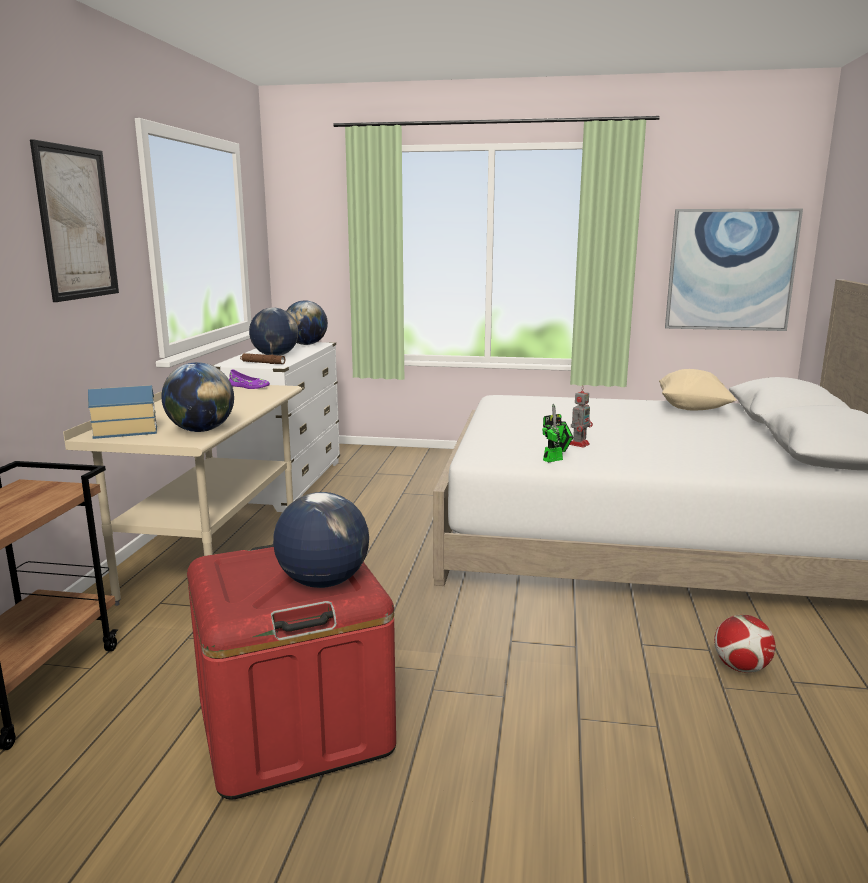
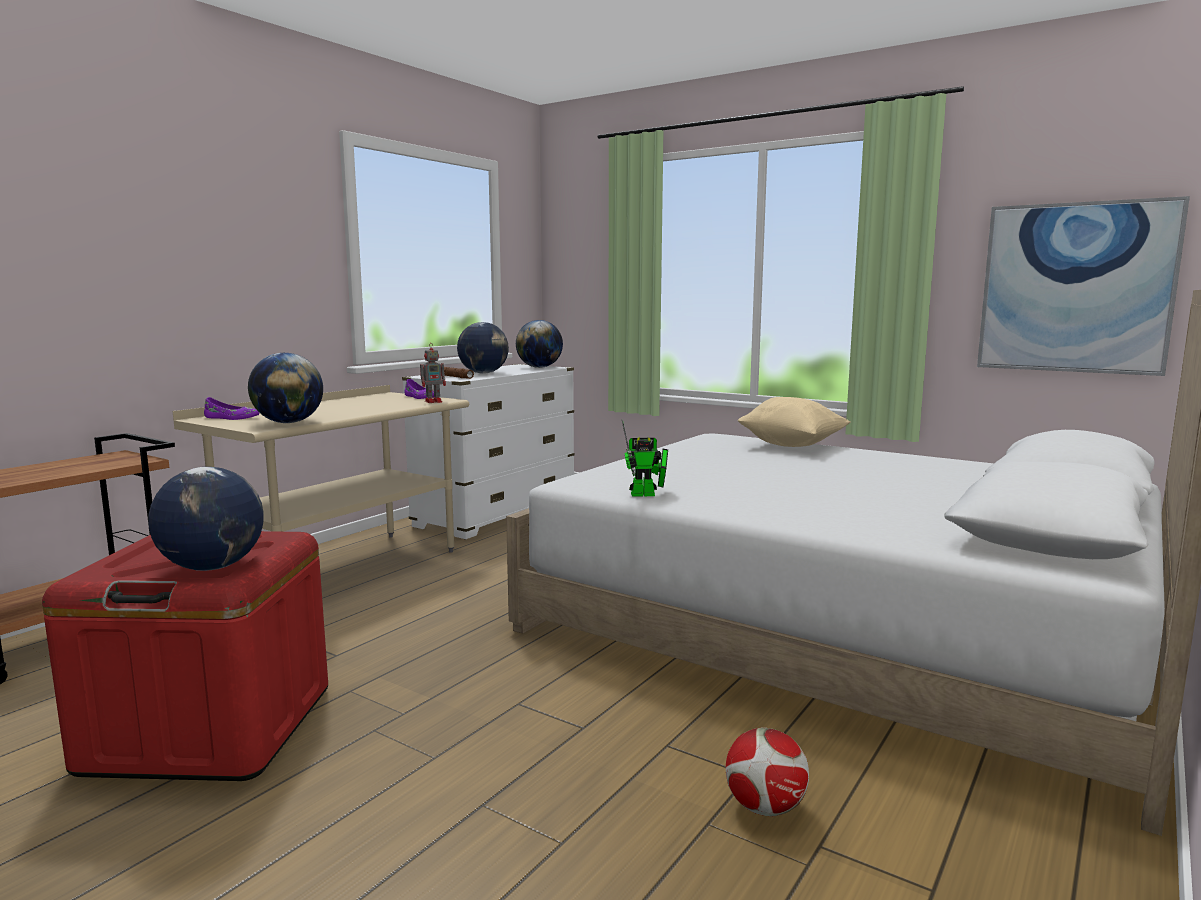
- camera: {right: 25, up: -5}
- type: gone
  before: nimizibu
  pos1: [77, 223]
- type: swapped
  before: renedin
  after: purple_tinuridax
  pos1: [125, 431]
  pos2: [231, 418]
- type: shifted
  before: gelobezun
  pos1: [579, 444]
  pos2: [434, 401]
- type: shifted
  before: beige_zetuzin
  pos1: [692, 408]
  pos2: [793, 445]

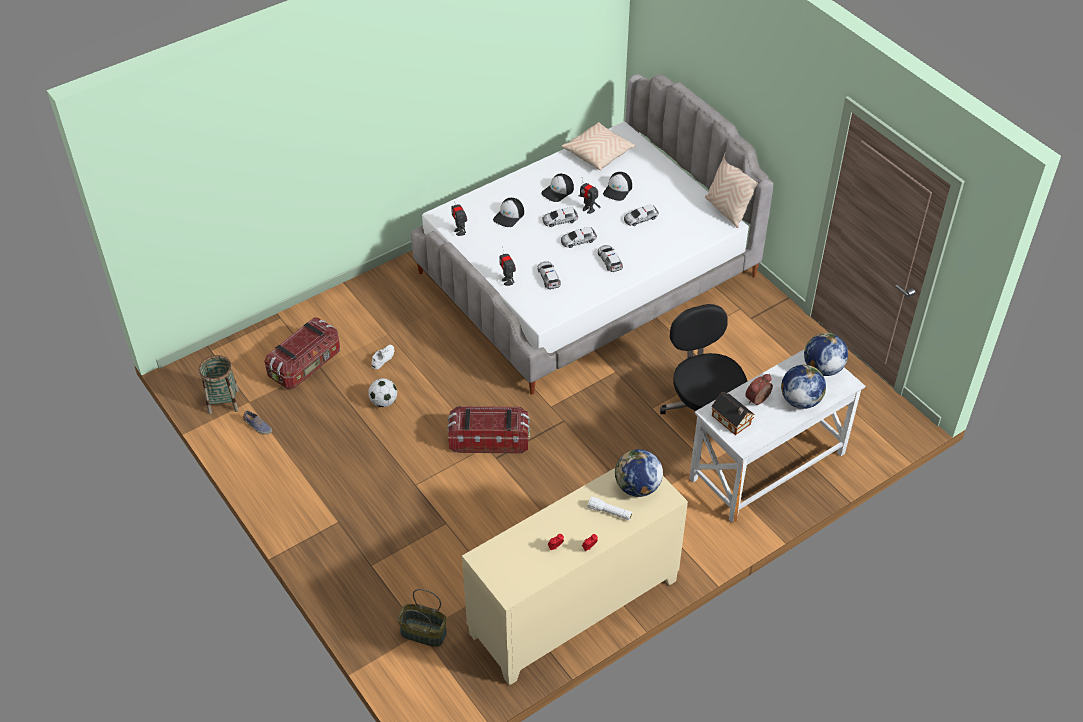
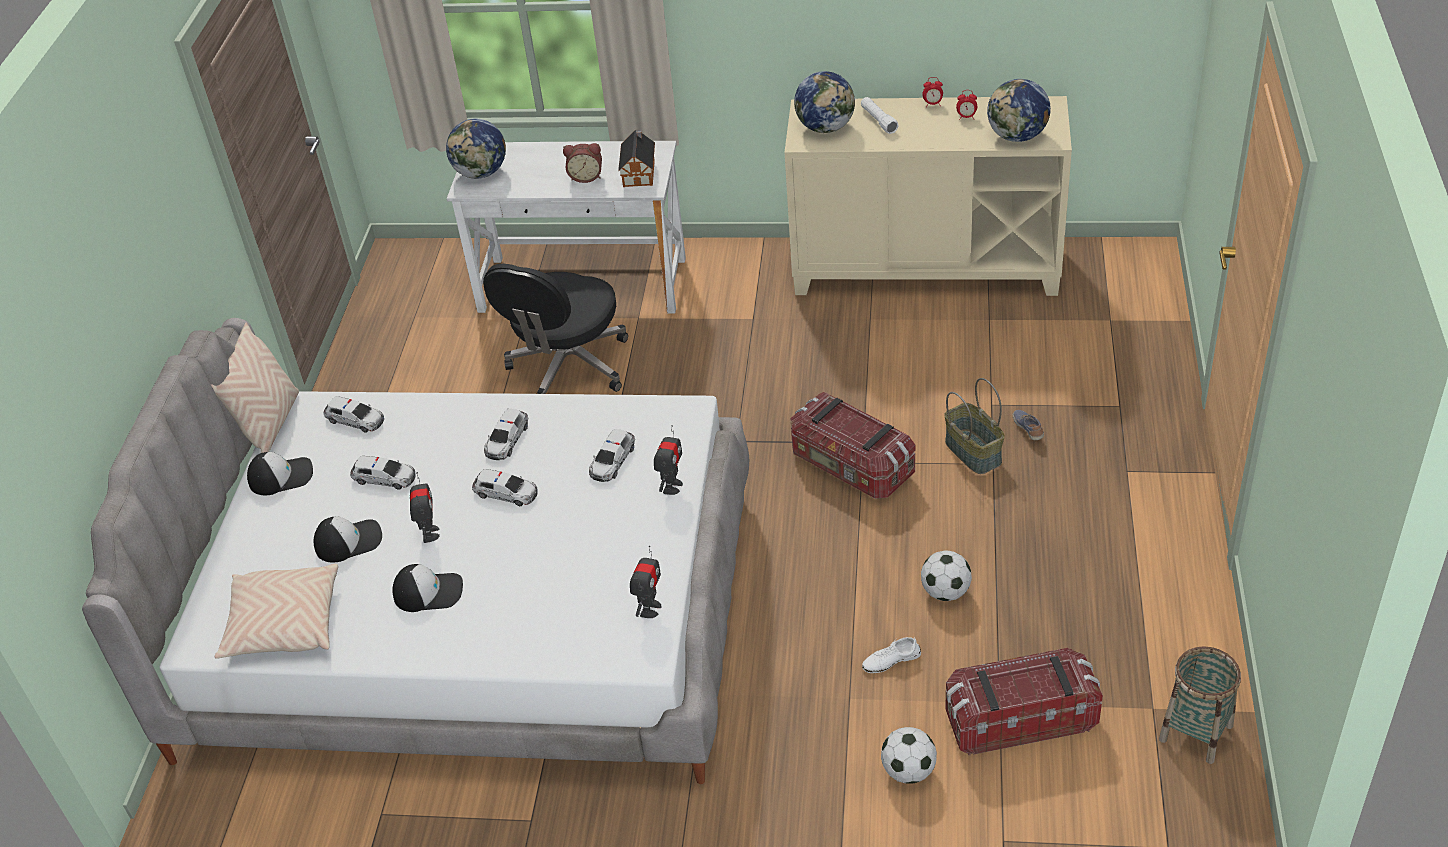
- camera: {right: -135, up: -5}
- type: shifted
  before: tinuridax
  pos1: [257, 426]
  pos2: [1028, 429]
- type: shifted
  before: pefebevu
  pos1: [422, 633]
  pos2: [974, 452]
- type: shifted
  before: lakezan
  pos1: [509, 216]
  pos2: [281, 476]
- type: shifted
  before: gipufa
  pos1: [560, 220]
  pos2: [356, 419]
- type: shifted
  before: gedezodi
  pos1: [800, 400]
  pos2: [1017, 136]
- type: new
  after: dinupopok
  pos2: [908, 771]

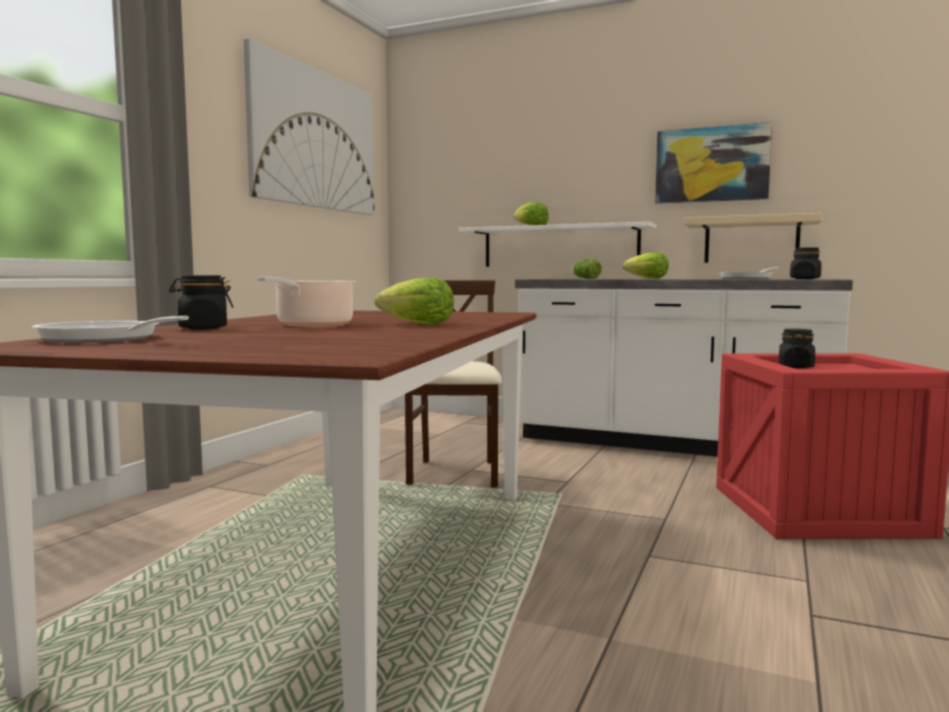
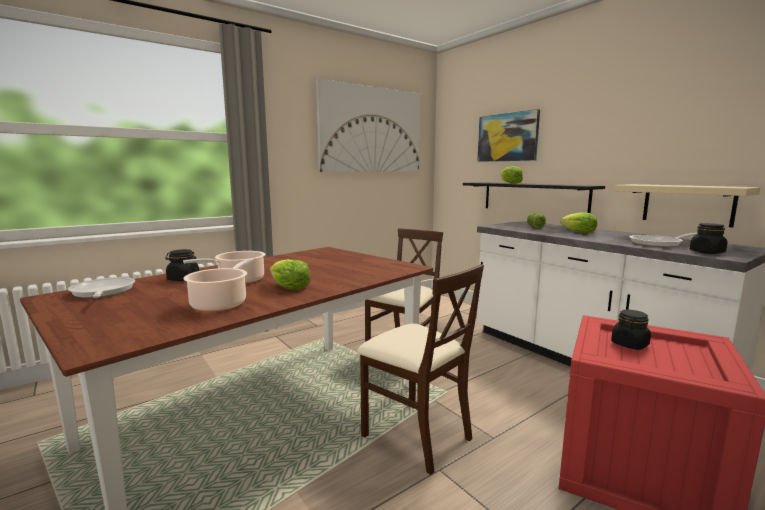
- camera: {right: 30, up: 5}
- type: repainted
  before: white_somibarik
  after: black_somibarik
  pos1: [560, 246]
  pos2: [533, 198]
- type: shifted
  before: nimizibu
  pos1: [711, 164]
  pos2: [507, 137]
- type: new
  after: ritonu
  pos2: [221, 304]
- type: new
  after: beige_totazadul
  pos2: [416, 435]

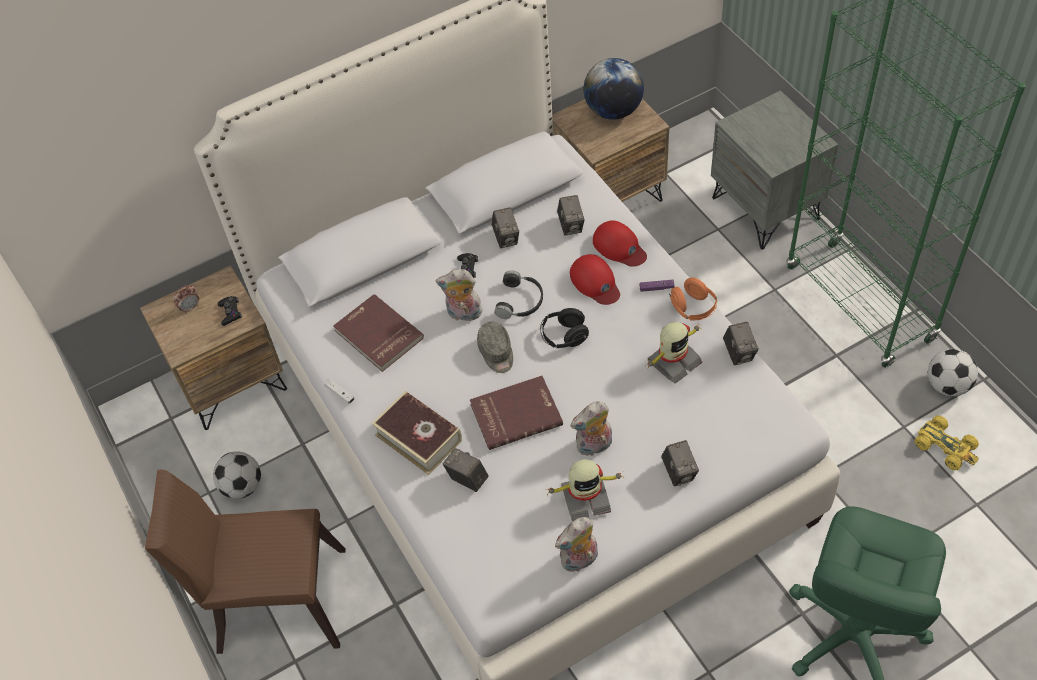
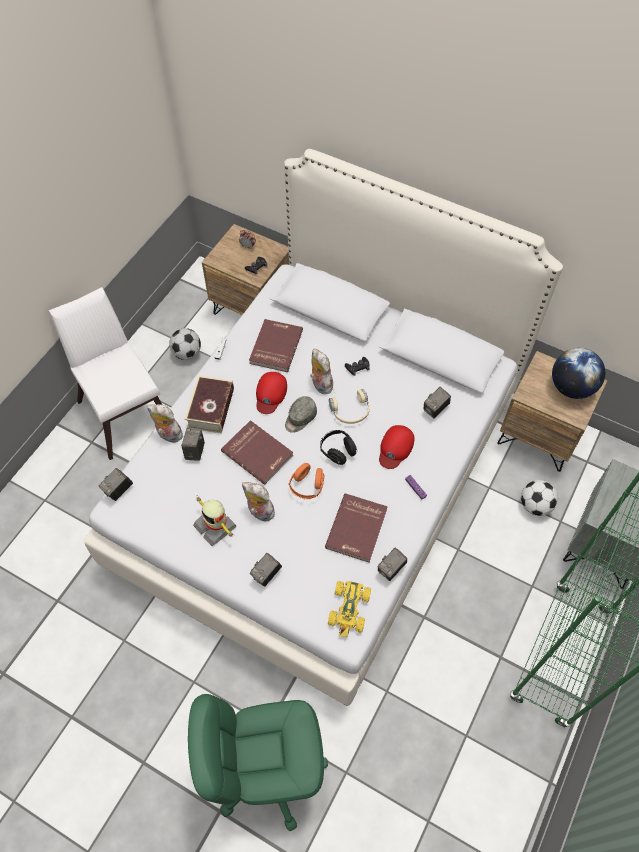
- camera: {right: 55, up: 5}
- type: repainted
  before: brown_totazadul
  after: white_totazadul
  pos1: [272, 598]
  pos2: [124, 408]
- type: shifted
  before: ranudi
  pos1: [506, 238]
  pos2: [118, 490]
- type: repainted
  before: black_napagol
  after: beige_napagol
  pos1: [521, 301]
  pos2: [351, 411]
- type: shifted
  before: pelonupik
  pos1: [579, 561]
  pos2: [168, 435]
- type: shifted
  before: red_lakezan
  pos1: [619, 247]
  pos2: [270, 394]
- type: swapped
  before: gelobezun
  after: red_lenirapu
  pos1: [673, 361]
  pos2: [357, 529]
- type: shifted
  before: orange_napagol
  pos1: [693, 308]
  pos2: [307, 486]
- type: shifted
  before: yellow_gipufa
  pos1: [946, 447]
  pos2: [349, 609]
- type: shifted
  before: dinupopok
  pos1: [947, 385]
  pos2: [535, 505]

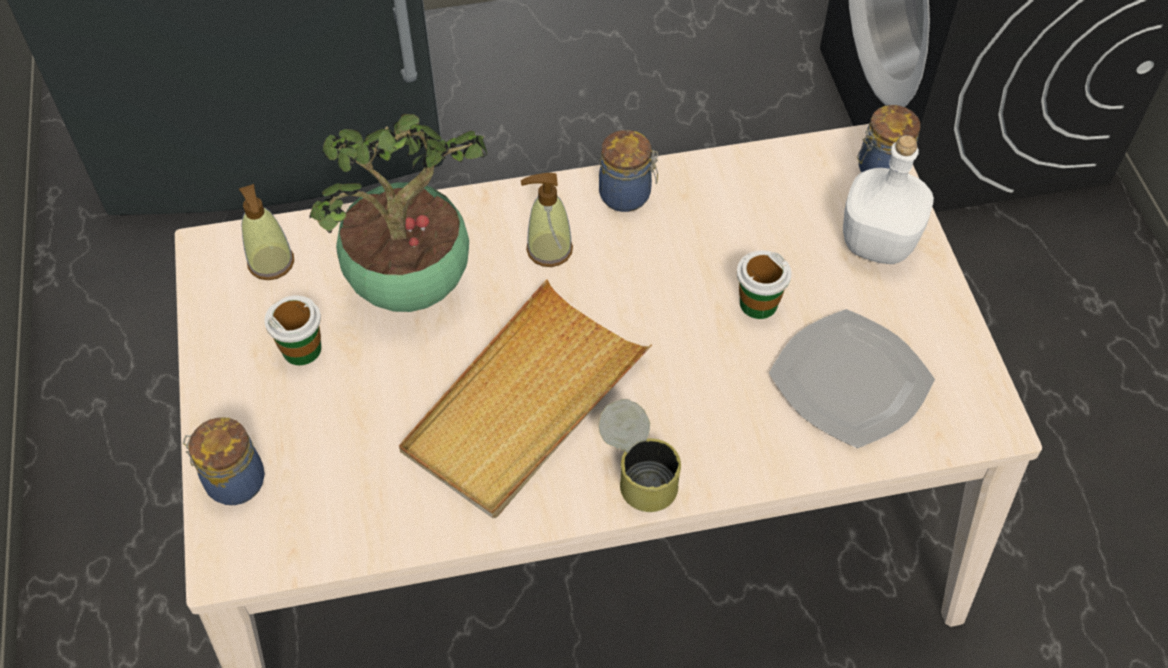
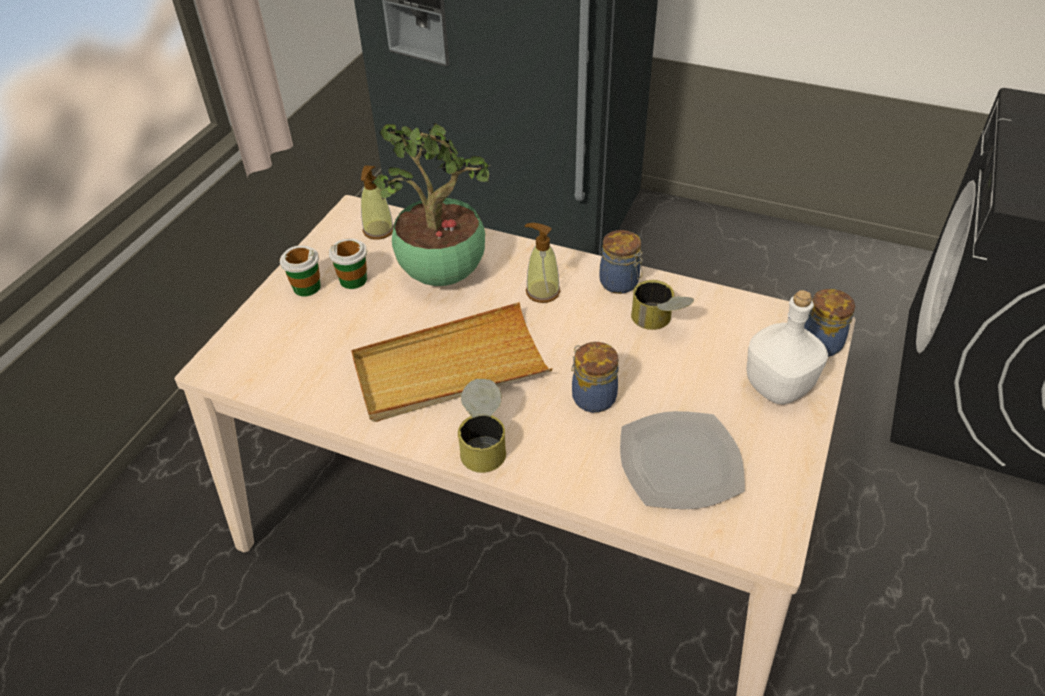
- camera: {right: 35, up: -10}
- type: shifted
  before: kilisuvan
  pos1: [233, 481]
  pos2: [592, 397]
- type: shifted
  before: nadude
  pos1: [758, 303]
  pos2: [306, 287]
- type: new
  after: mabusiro
  pos2: [659, 323]

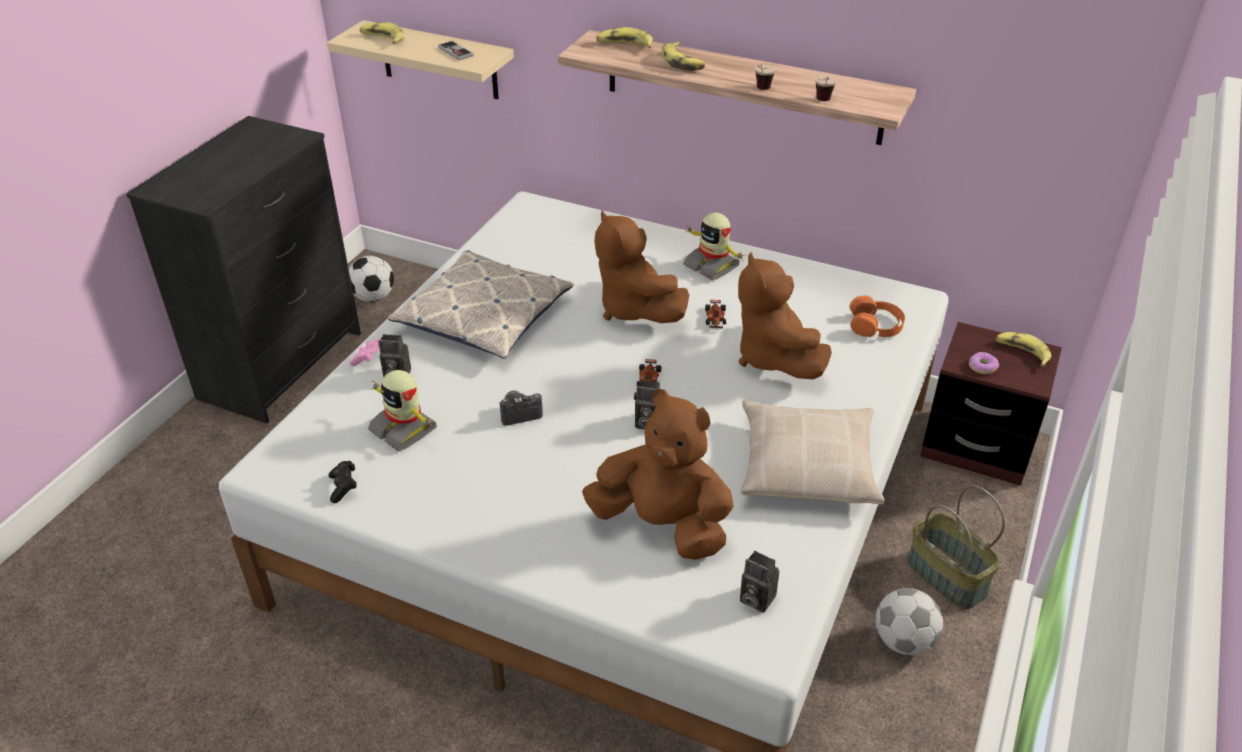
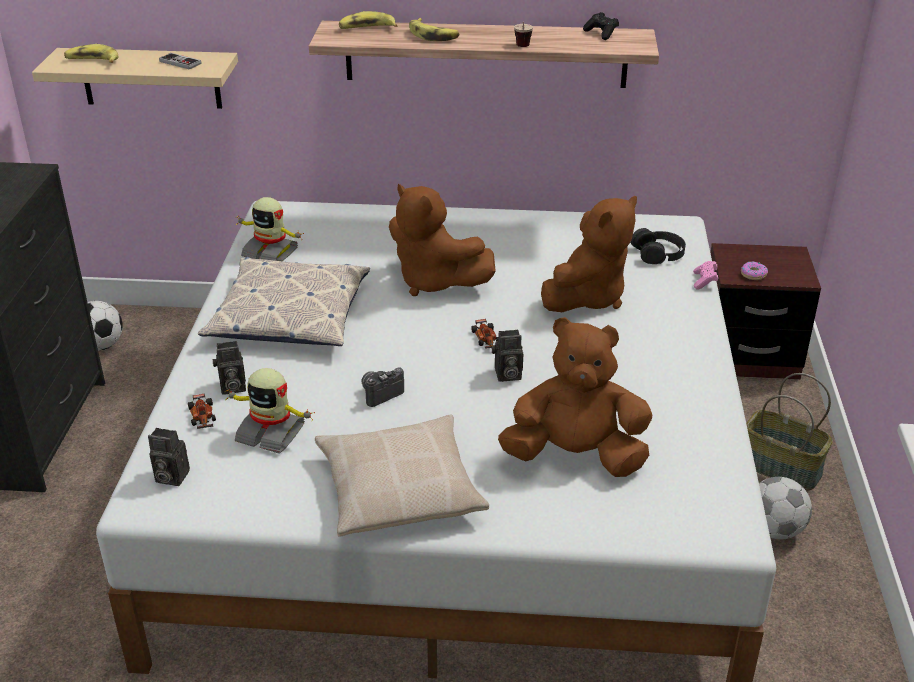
- camera: {right: -20, up: -5}
- type: shifted
  before: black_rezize
  pos1: [343, 487]
  pos2: [601, 33]
- type: shifted
  before: pink_rezize
  pos1: [369, 358]
  pos2: [704, 281]
- type: shifted
  before: gelobezun
  pos1: [712, 265]
  pos2: [270, 252]
- type: shifted
  before: gipufa
  pos1: [714, 319]
  pos2: [202, 417]
- type: rotated
  before: brown_pelonupik
  pos1: [773, 358]
  pos2: [587, 297]
  turn: -105
- type: shifted
  before: ranudi
  pos1: [754, 599]
  pos2: [169, 477]
- type: shifted
  before: beige_zetuzin
  pos1: [807, 465]
  pos2: [399, 489]
- type: gone
  before: nadude
  pos1: [823, 102]
- type: repainted
  before: orange_napagol
  after: black_napagol
  pos1: [875, 325]
  pos2: [658, 253]
- type: gone
  before: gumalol
  pos1: [1022, 352]

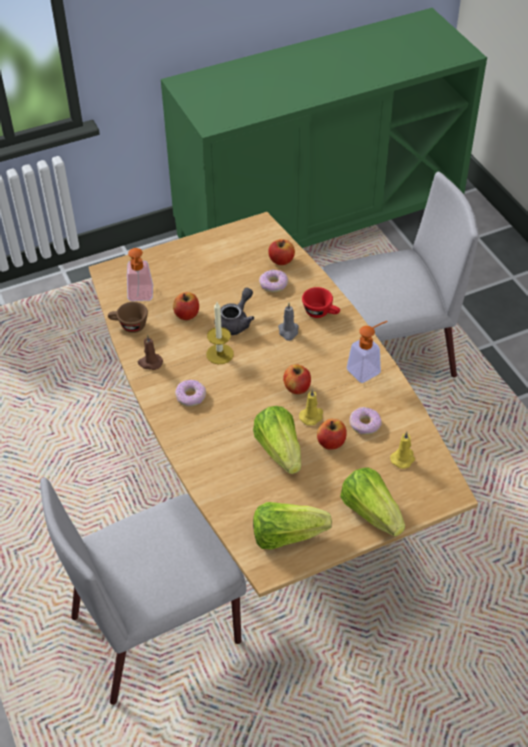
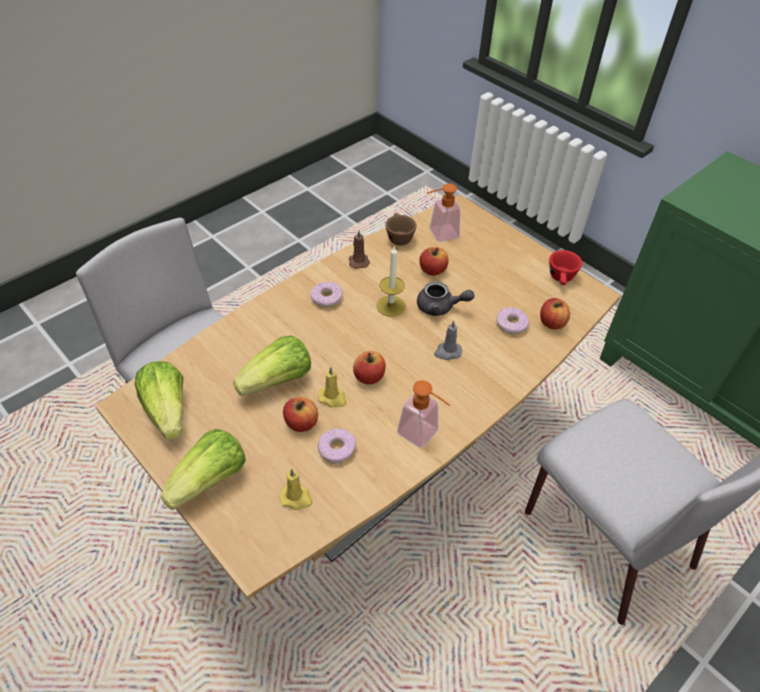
- camera: {right: 70, up: 0}
- type: shifted
  before: red_nadude
  pos1: [321, 313]
  pos2: [561, 279]

